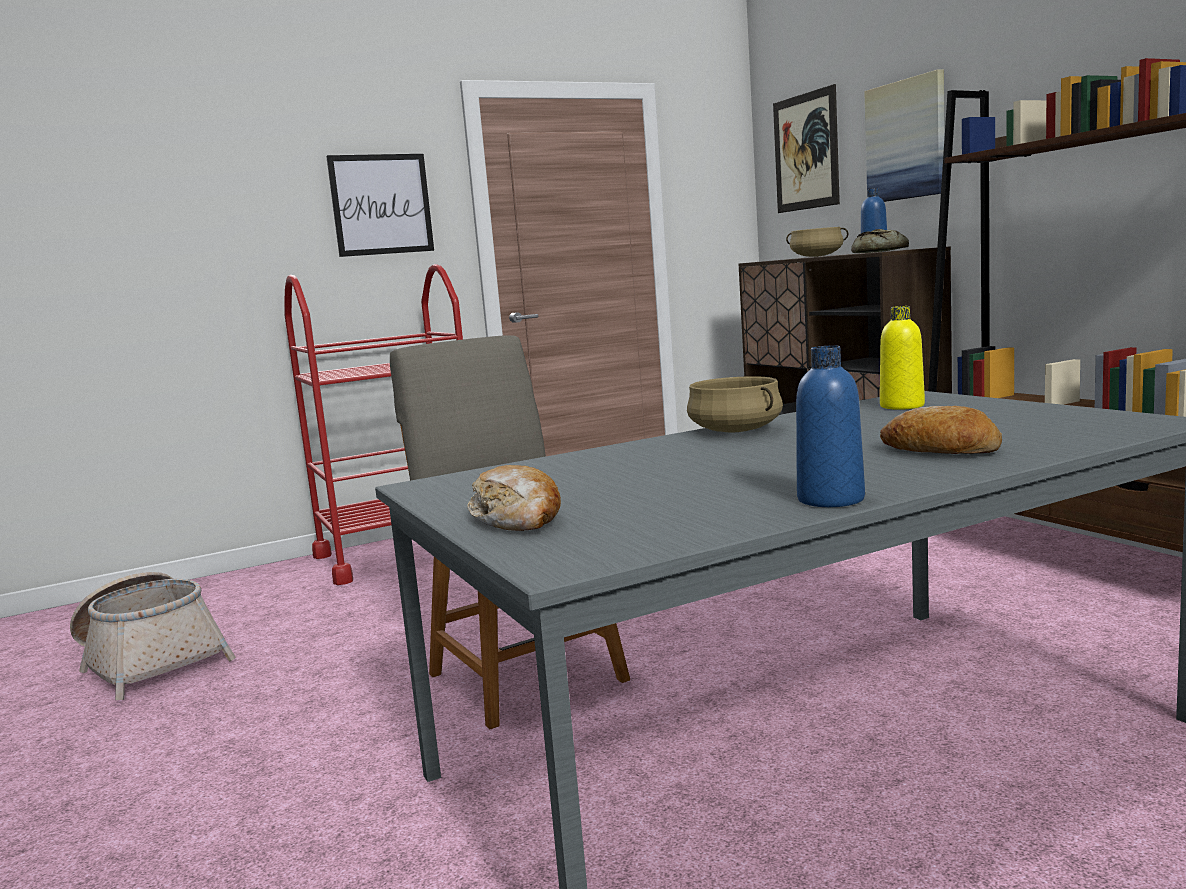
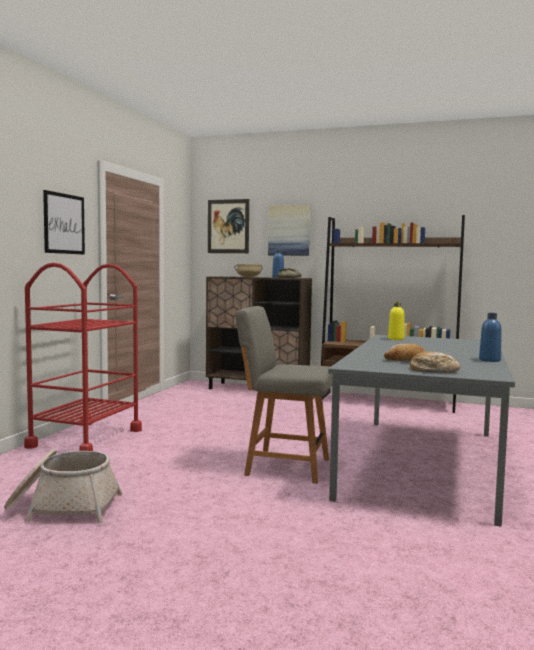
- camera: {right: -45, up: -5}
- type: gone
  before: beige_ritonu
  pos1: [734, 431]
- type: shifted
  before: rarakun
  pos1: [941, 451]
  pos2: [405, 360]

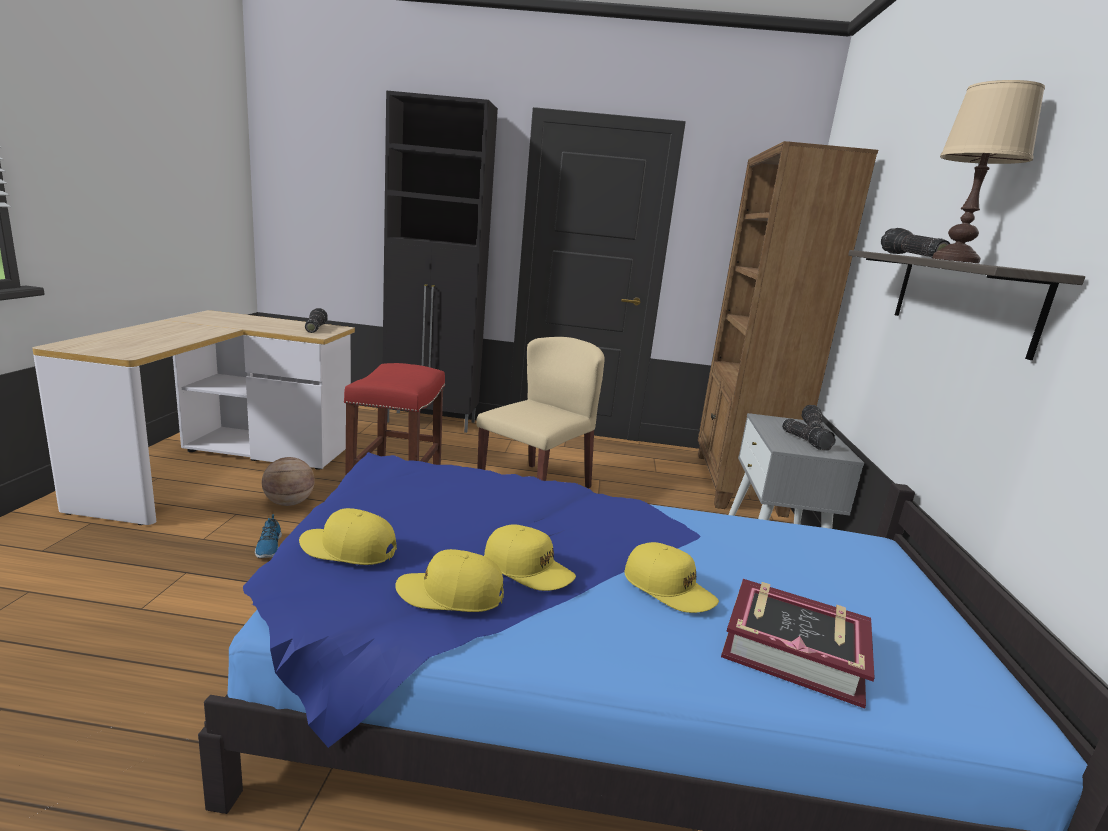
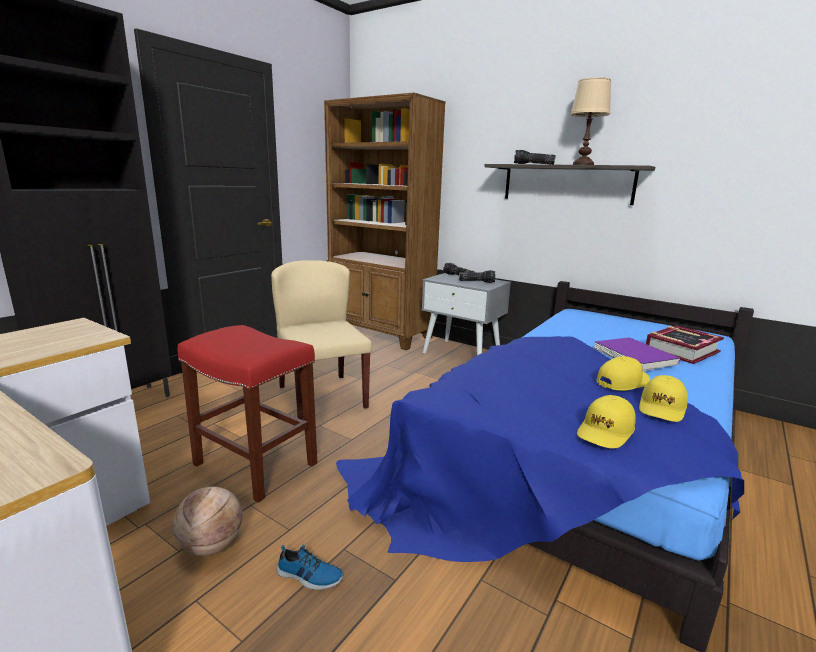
- camera: {right: -60, up: 0}
- type: gone
  before: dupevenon
  pos1: [314, 328]
- type: swapped
  before: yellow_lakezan
  after: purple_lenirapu
  pos1: [668, 588]
  pos2: [634, 357]

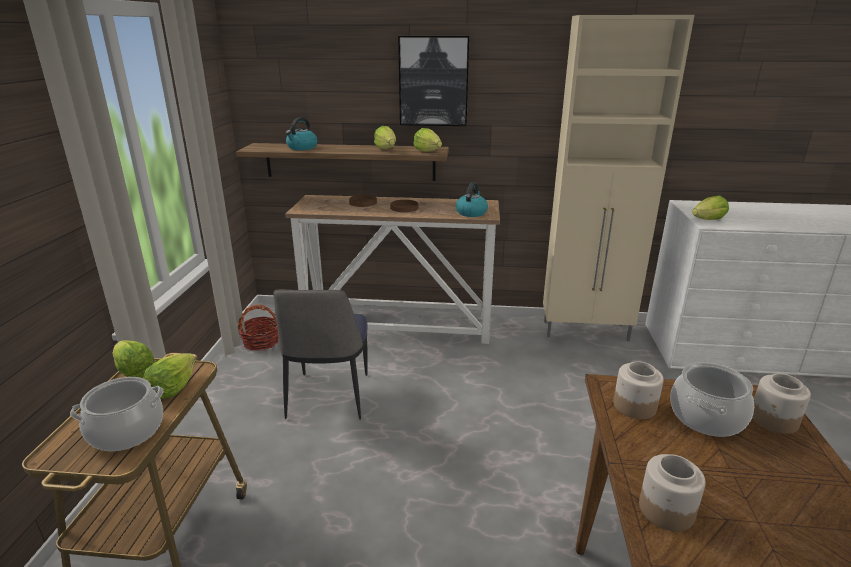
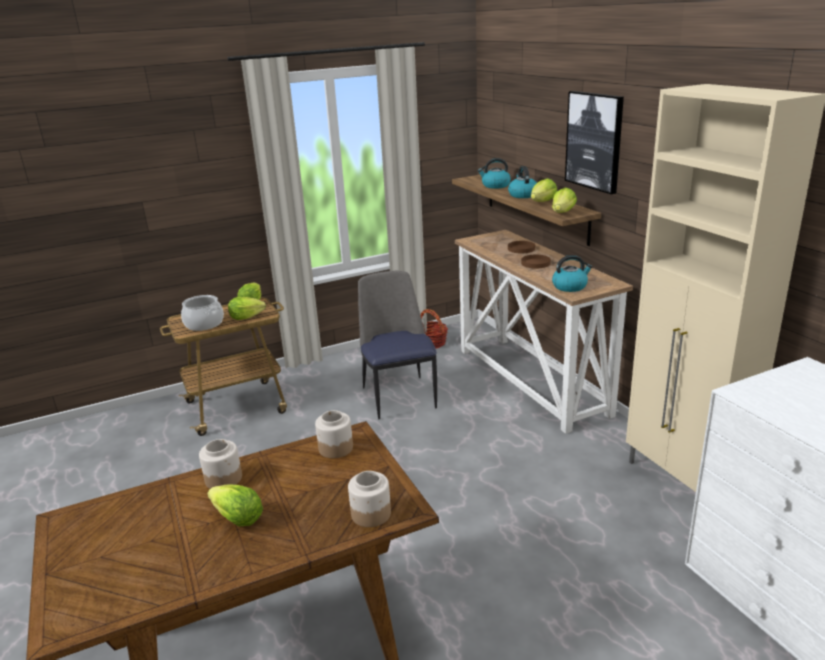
- camera: {right: 60, up: 0}
- type: rotated
  before: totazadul
  pos1: [328, 398]
  pos2: [399, 396]
  turn: 105
- type: gone
  before: ritonu
  pos1: [707, 417]
- type: shifted
  before: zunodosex
  pos1: [708, 220]
  pos2: [238, 519]
- type: new
  after: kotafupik
  pos2: [522, 195]

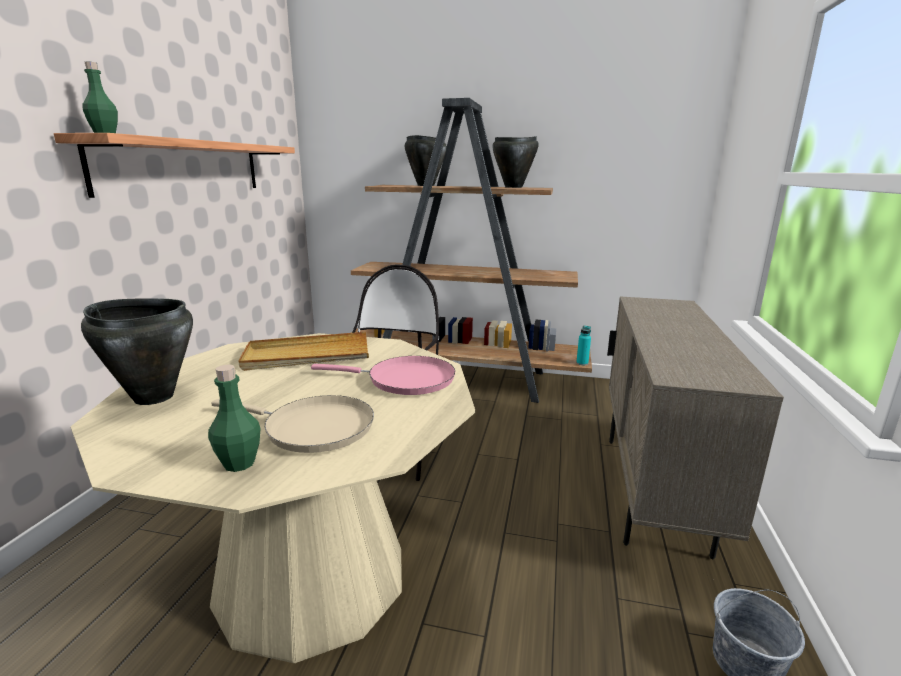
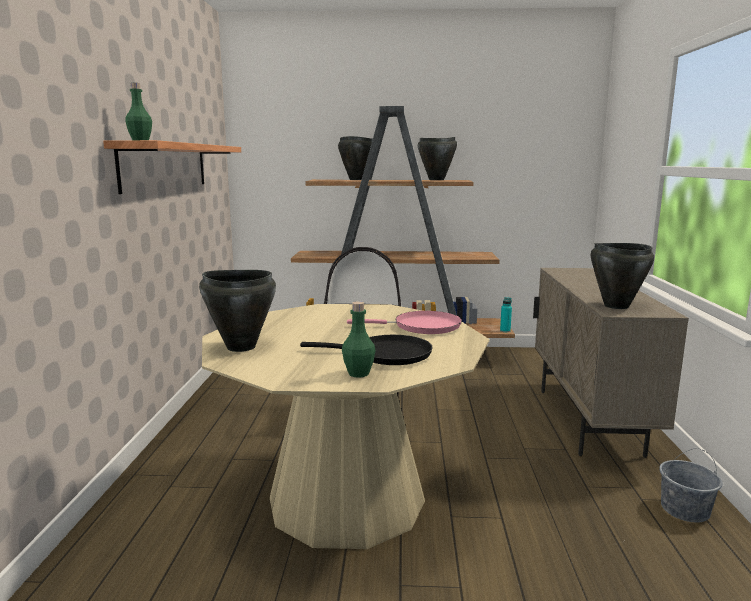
- camera: {right: -10, up: -5}
- type: repainted
  before: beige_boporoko
  after: black_boporoko
  pos1: [312, 428]
  pos2: [386, 354]
- type: gone
  before: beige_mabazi
  pos1: [307, 356]
- type: new
  after: black_ritonu
  pos2: [615, 306]

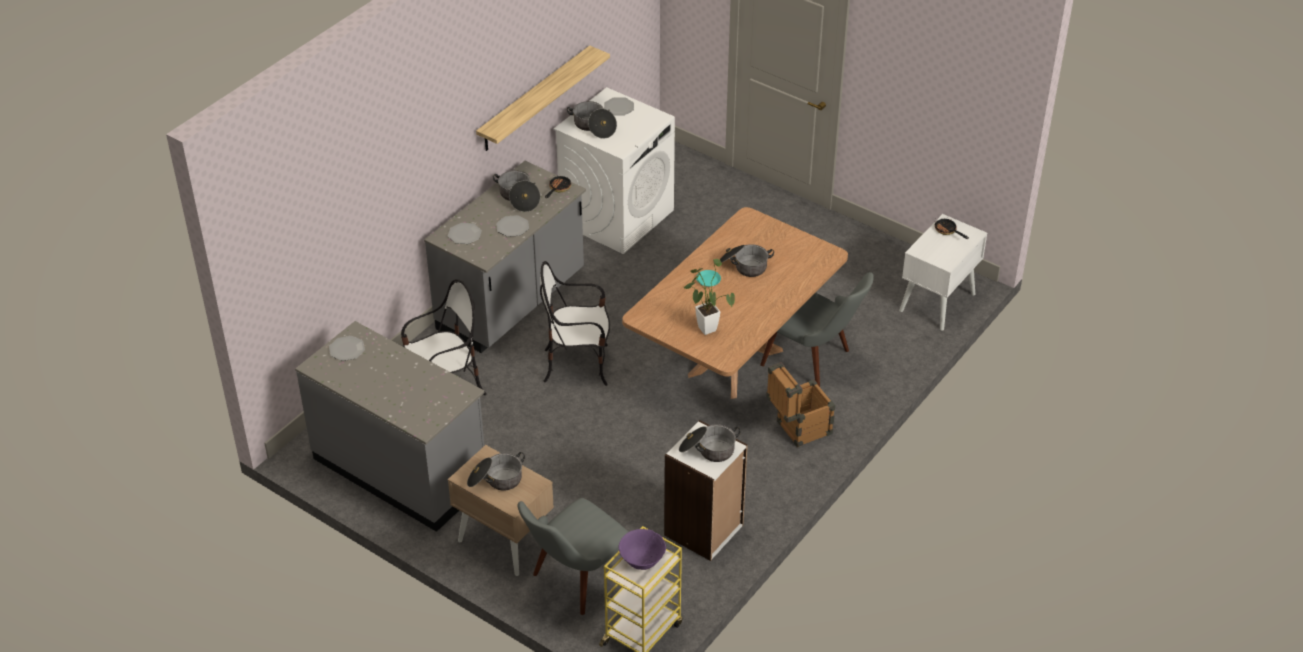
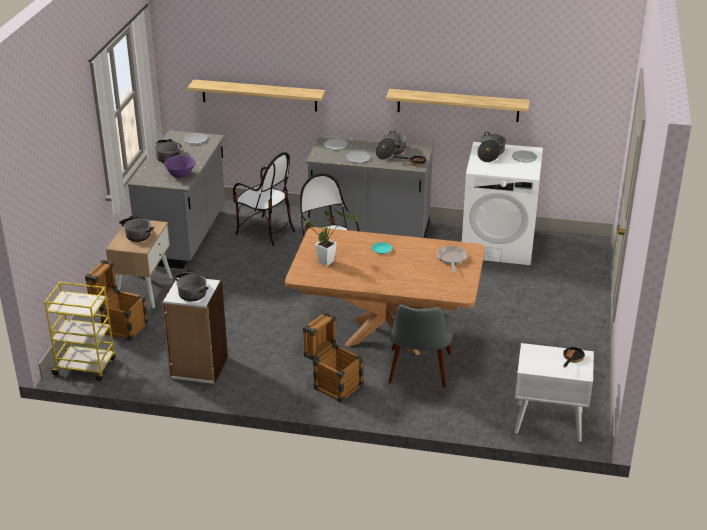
- camera: {right: 65, up: -10}
- type: swapped
  before: grey_totazadul
  after: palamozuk
  pos1: [574, 581]
  pos2: [120, 326]
- type: shifted
  before: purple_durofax
  pos1: [642, 561]
  pos2: [181, 175]
- type: shifted
  before: ritonu
  pos1: [743, 266]
  pos2: [169, 156]
- type: new
  after: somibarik
  pos2: [259, 95]
- type: new
  after: boporoko
  pos2: [451, 259]

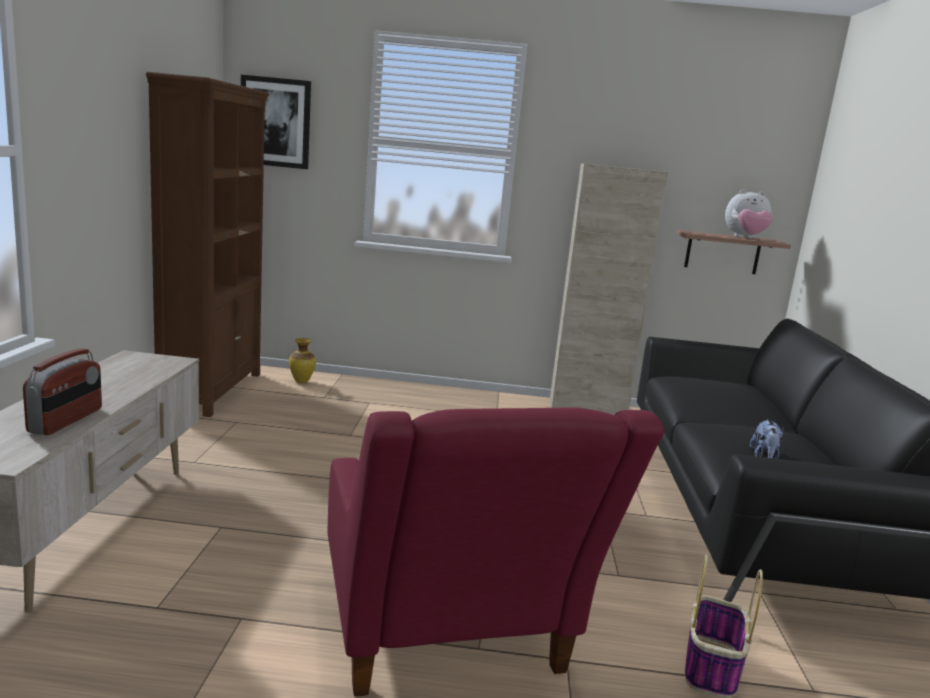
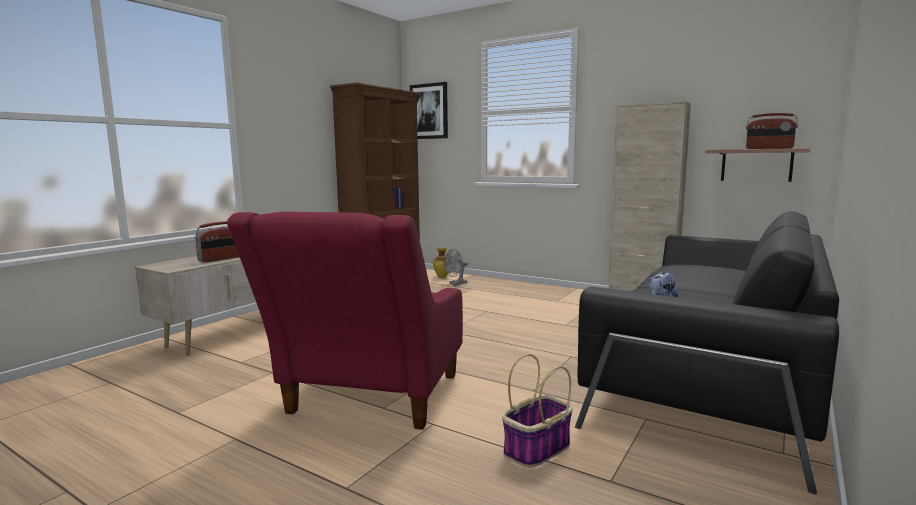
- camera: {right: 30, up: -5}
- type: swapped
  before: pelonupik
  after: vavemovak
  pos1: [745, 238]
  pos2: [769, 148]
- type: new
  after: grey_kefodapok
  pos2: [456, 283]

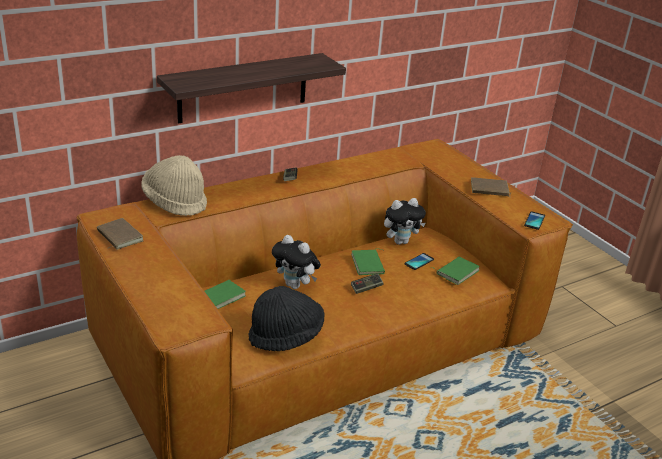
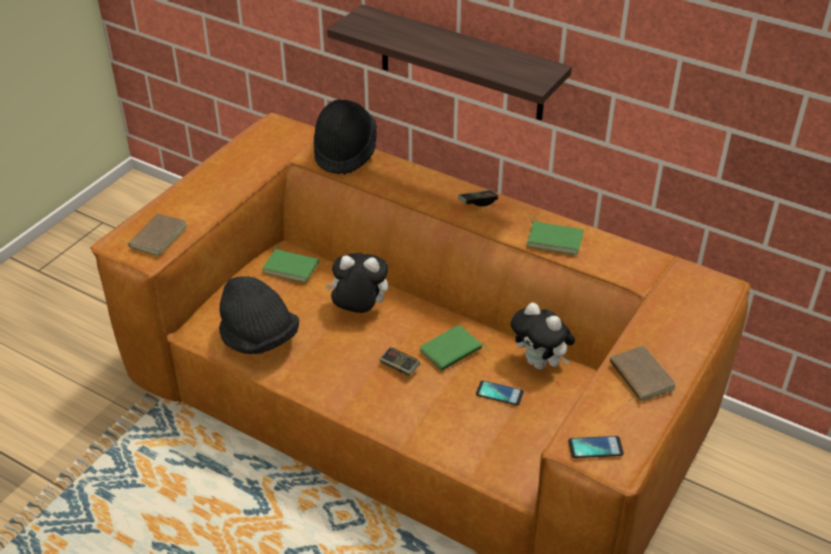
- camera: {right: 65, up: 10}
- type: shifted
  before: brown_lenirapu
  pos1: [118, 236]
  pos2: [156, 236]
- type: repainted
  before: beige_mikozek
  after: black_mikozek
  pos1: [175, 202]
  pos2: [345, 152]
- type: rotated
  before: pelonupik
  pos1: [295, 285]
  pos2: [358, 311]
  turn: 90
- type: shifted
  before: green_lenirapu
  pos1: [456, 272]
  pos2: [555, 239]

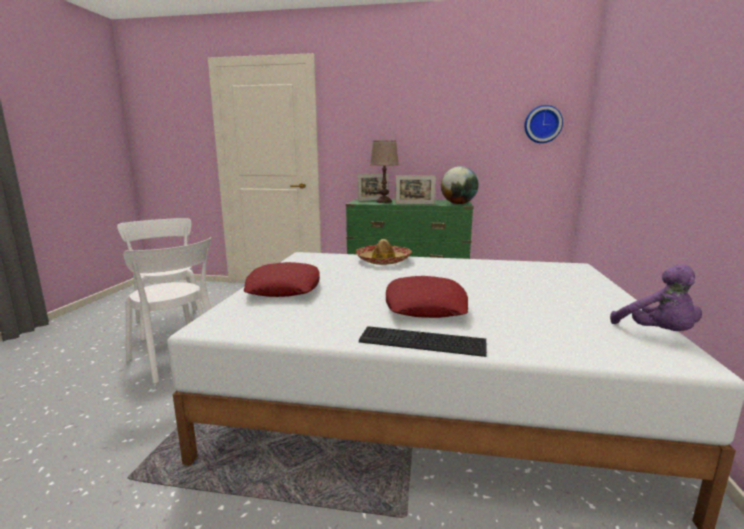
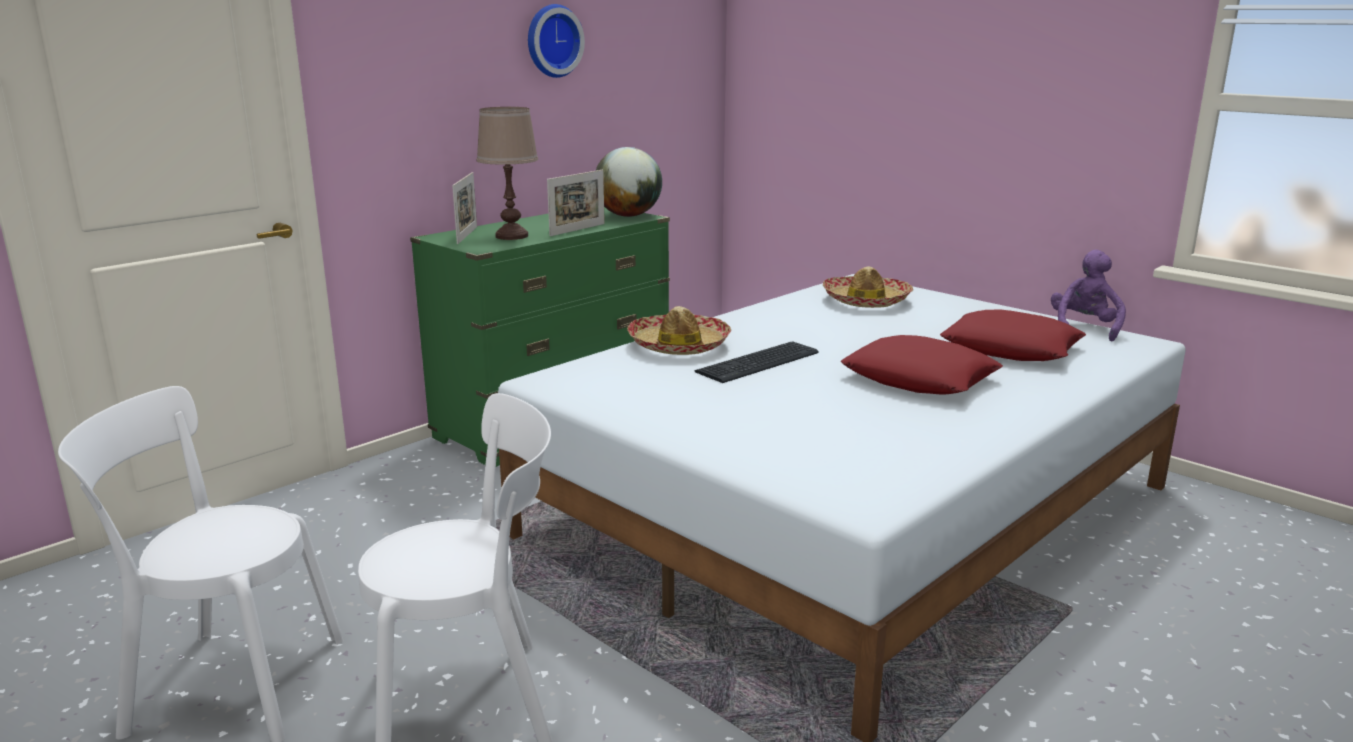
- camera: {right: -55, up: 5}
- type: shifted
  before: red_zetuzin
  pos1: [284, 288]
  pos2: [1011, 348]
- type: shifted
  before: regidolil
  pos1: [423, 342]
  pos2: [761, 362]
- type: shifted
  before: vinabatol
  pos1: [542, 124]
  pos2: [552, 41]
- type: rotated
  before: purple_pelonupik
  pos1: [657, 333]
  pos2: [1084, 328]
  turn: -90
- type: new
  after: mikozek
  pos2: [866, 301]

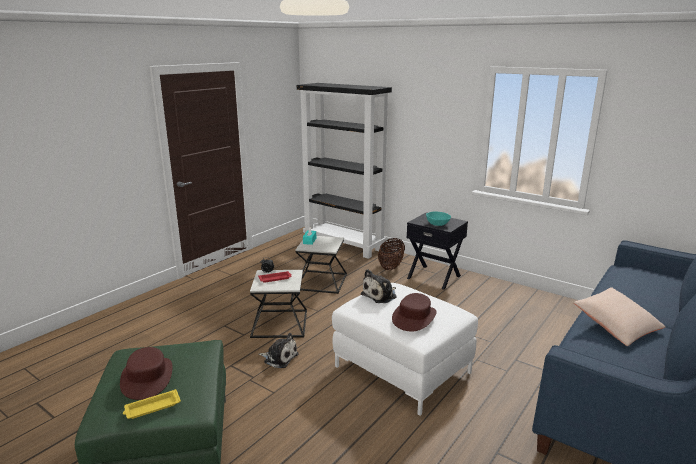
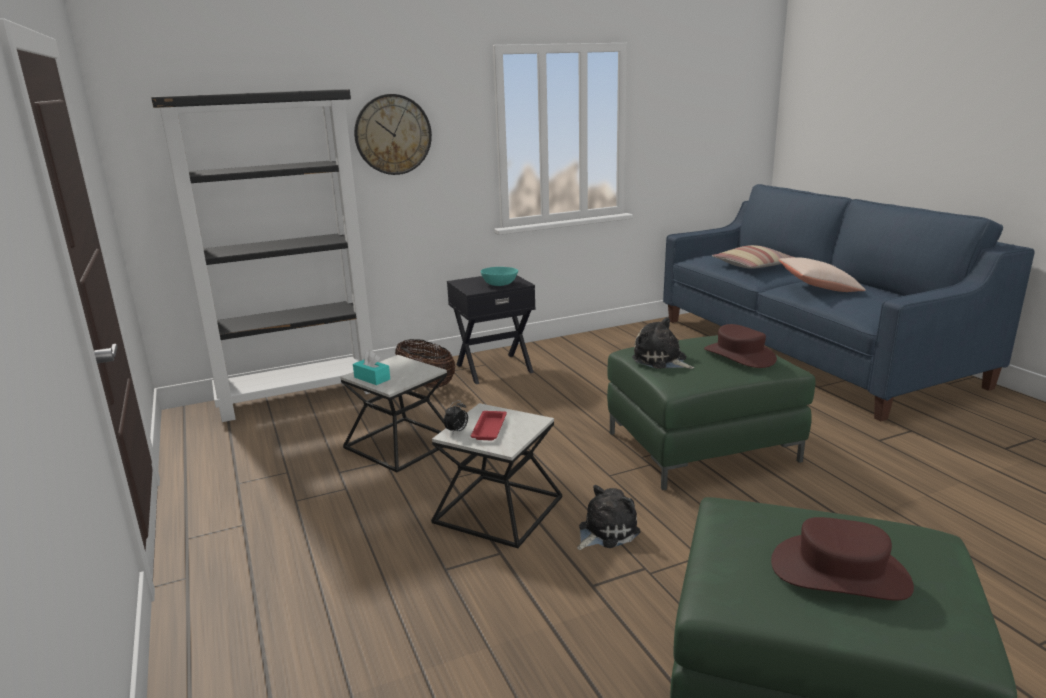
- camera: {right: -60, up: 0}
- type: gone
  before: yellow_mabazi
  pos1: [151, 407]
- type: repainted
  before: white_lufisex
  after: green_lufisex
  pos1: [402, 369]
  pos2: [701, 446]
- type: rotated
  before: pelonupik
  pos1: [380, 295]
  pos2: [661, 360]
  turn: 150
- type: new
  after: vinabatol
  pos2: [393, 134]
- type: new
  after: zetuzin
  pos2: [753, 266]

